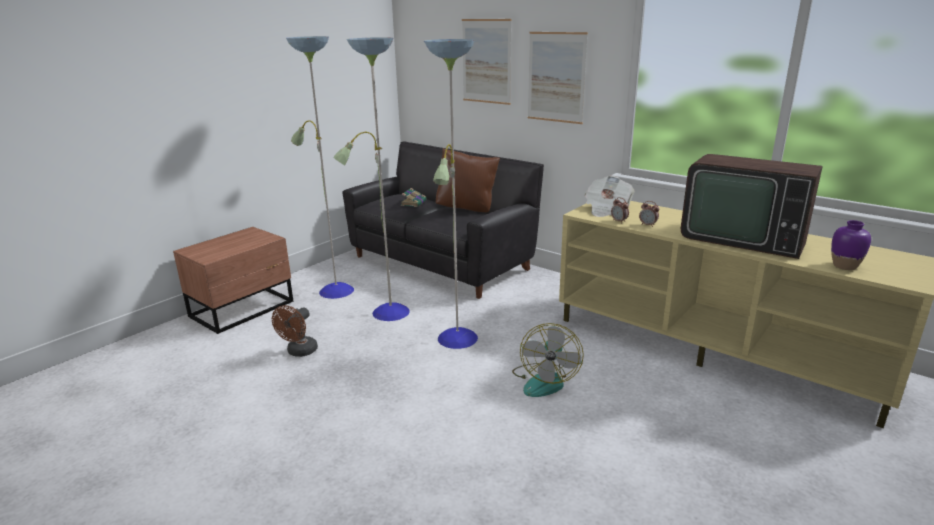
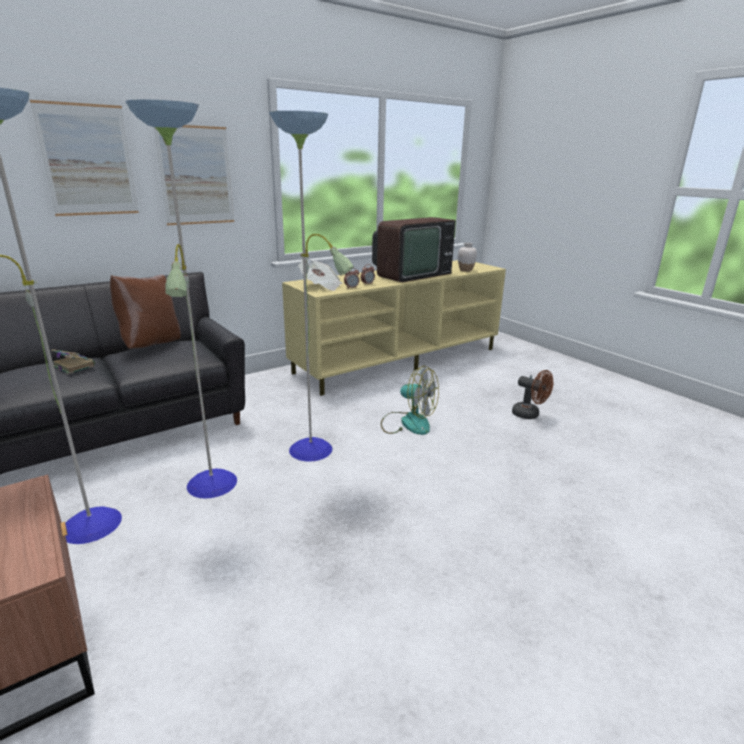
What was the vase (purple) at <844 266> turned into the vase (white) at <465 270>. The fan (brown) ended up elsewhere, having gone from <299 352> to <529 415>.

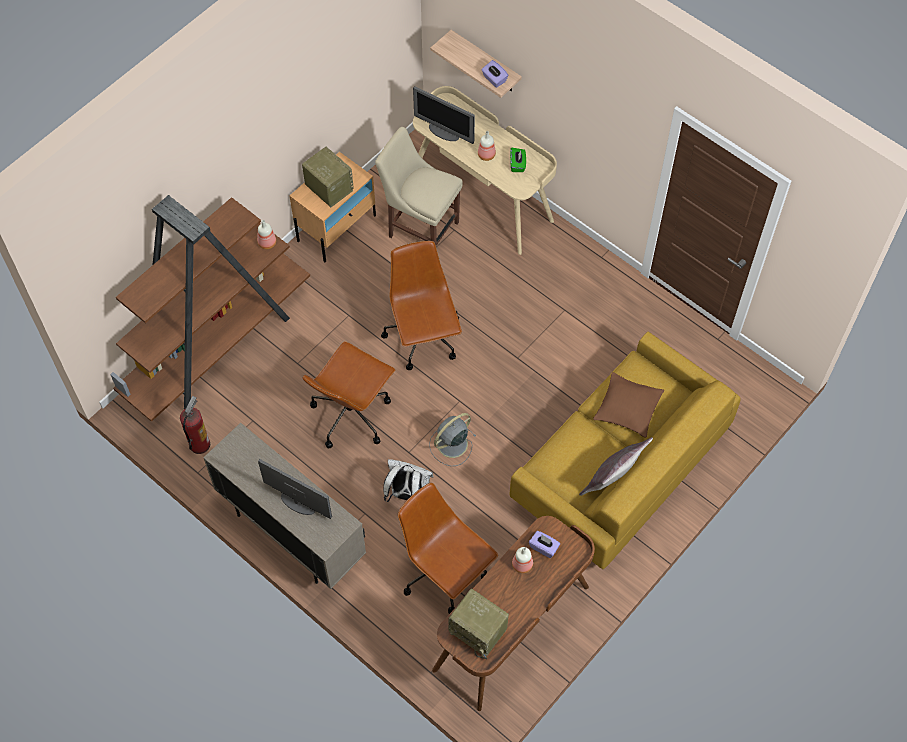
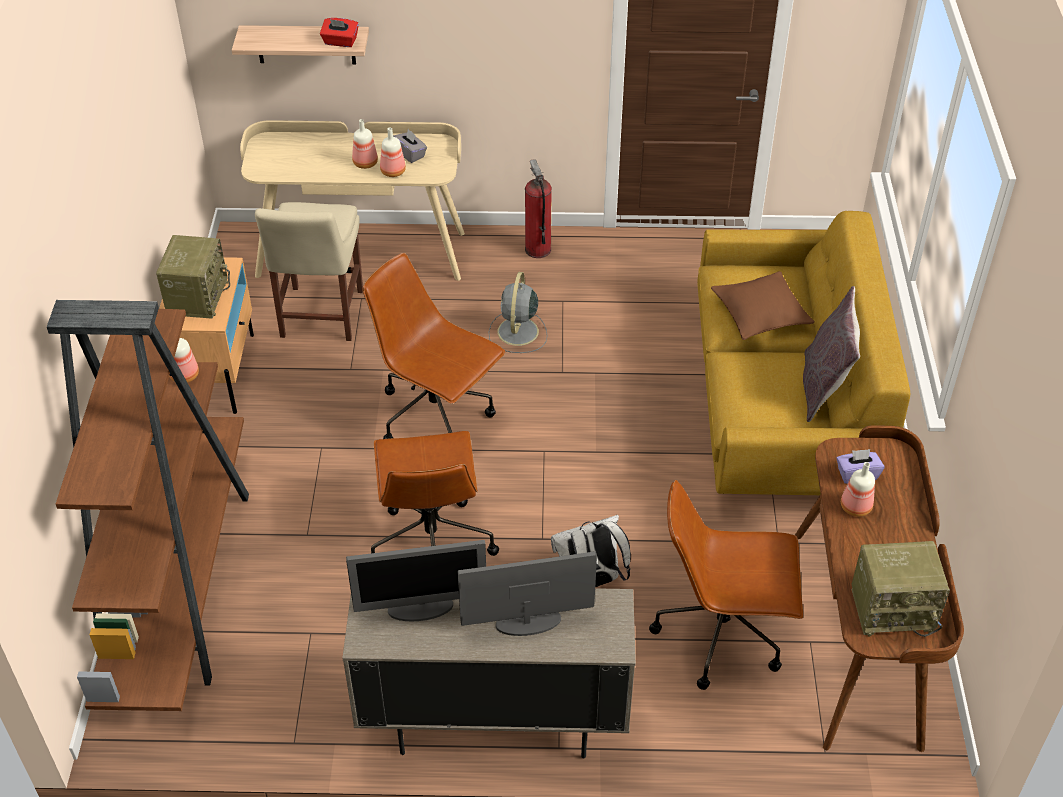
What was the tissue box (purple) at <494 79> turned into the tissue box (red) at <340 42>. The monitor ended up elsewhere, having gone from <444 132> to <421 608>. The chair (beige) at <420 227> ended up facing another way, 75 degrees counterclockwise from before. The radio at <328 188> ended up facing another way, 90 degrees clockwise from before. What was the tissue box (green) at <517 164> turned into the tissue box (grey) at <410 154>. The fire extinguisher ended up elsewhere, having gone from <199 444> to <537 249>. The fan (grey) ended up elsewhere, having gone from <451 445> to <517 333>. The second view gained the bottle at <392 172>.

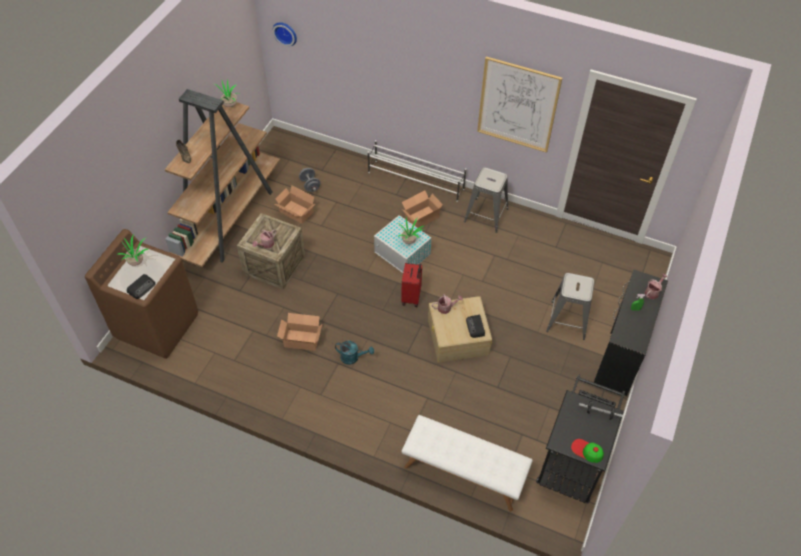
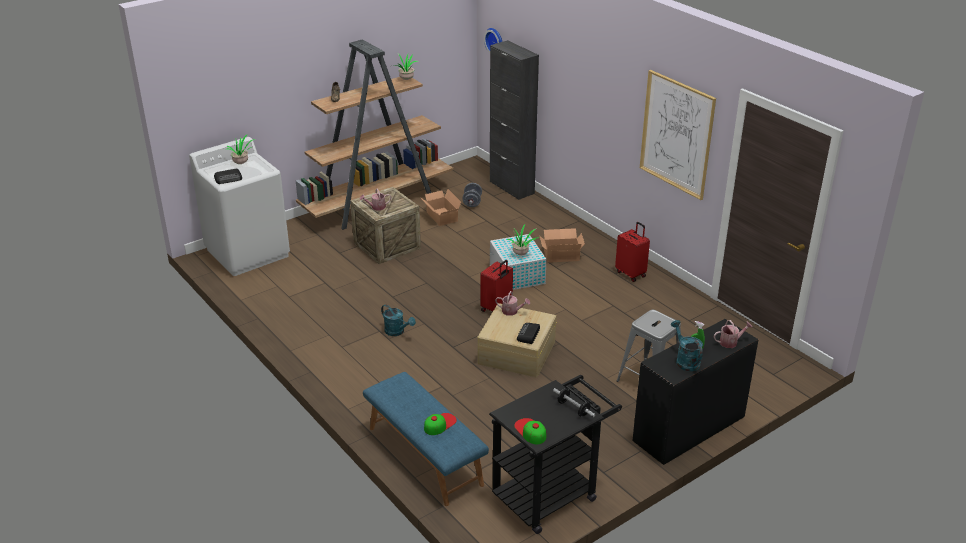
The second view lost the shoe rack (white) at <416 181>. Where the stool (grey) stood at <485 215>, the suitcase (red) came to stand at <631 274>. What was the washing machine (brown) at <157 325> turned into the washing machine (white) at <248 252>. The second view lost the cardboard box at <301 338>. What was the bench (white) at <463 473> turned into the bench (blue) at <424 456>. The second view gained the cabinet (black) at <511 187>. The second view gained the watering can (turquoise) at <685 360>. The second view gained the cap at <439 424>.

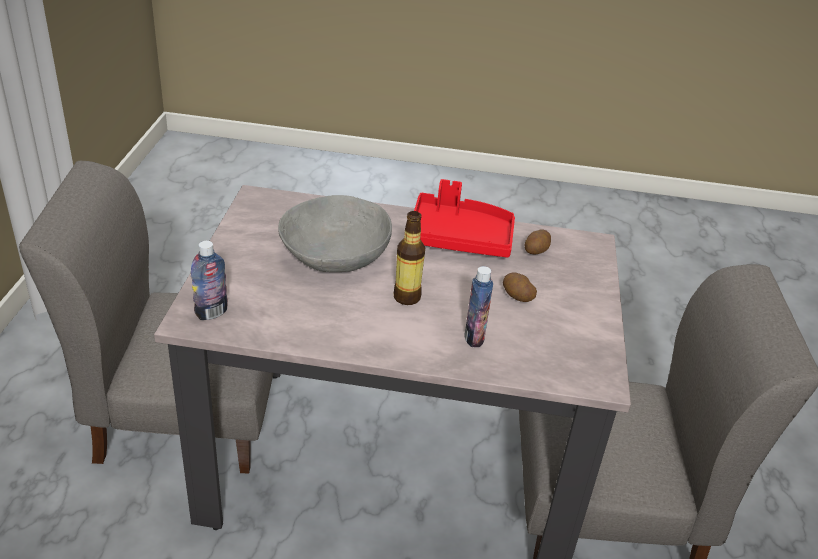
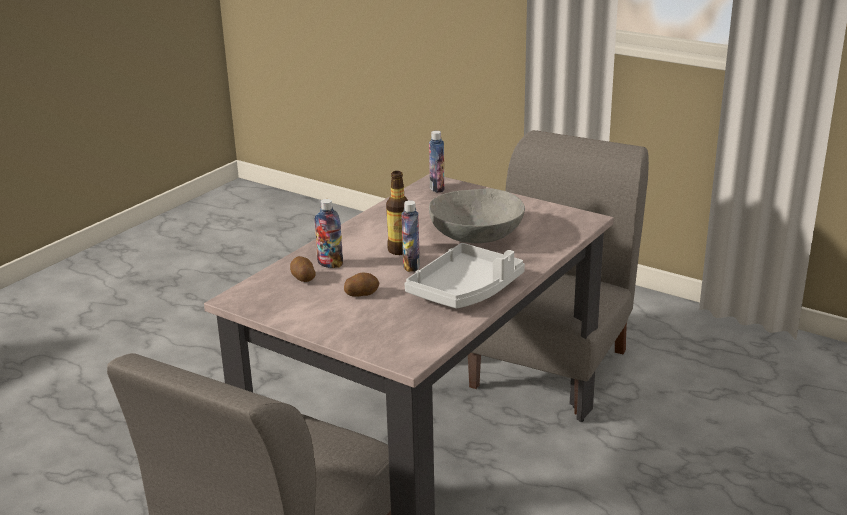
What was the tray (red) at <459 237> turned into the tray (grey) at <466 290>. The potato ended up elsewhere, having gone from <536 251> to <303 278>. The second view gained the bottle at <411 266>.

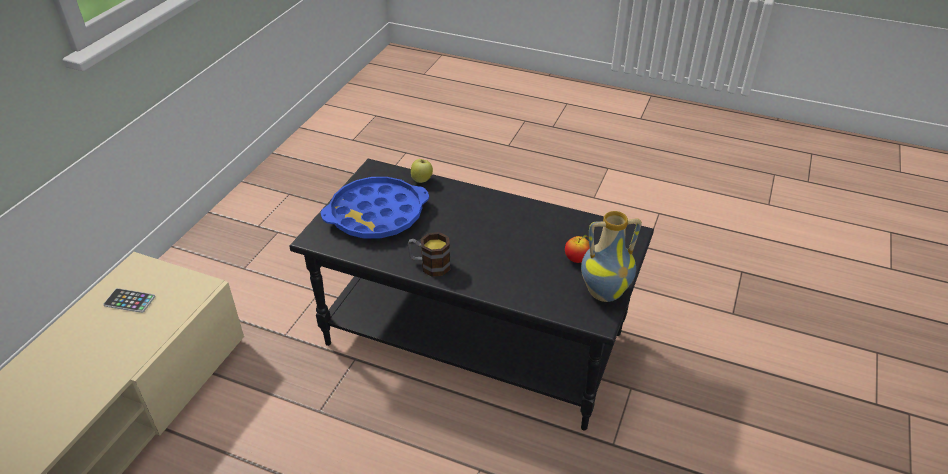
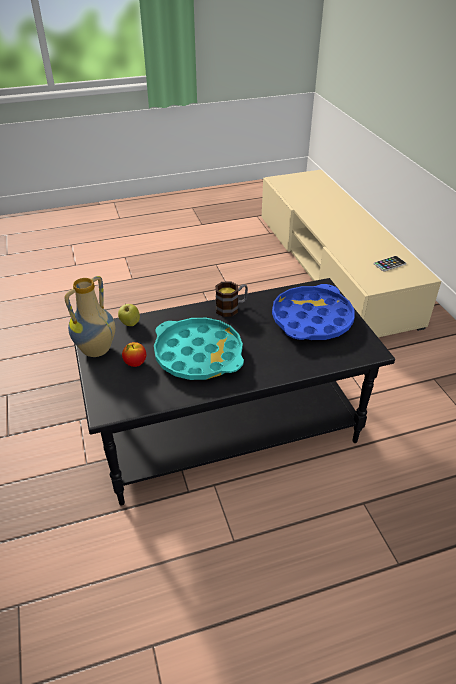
The apple ended up elsewhere, having gone from <422 180> to <130 324>. The second view gained the tray (turquoise) at <198 354>.

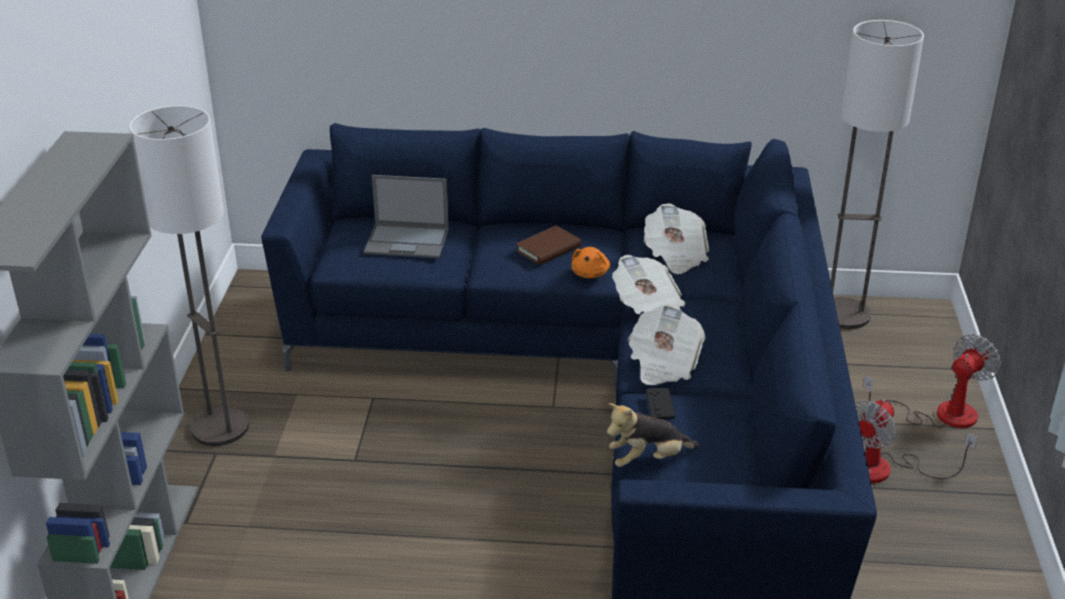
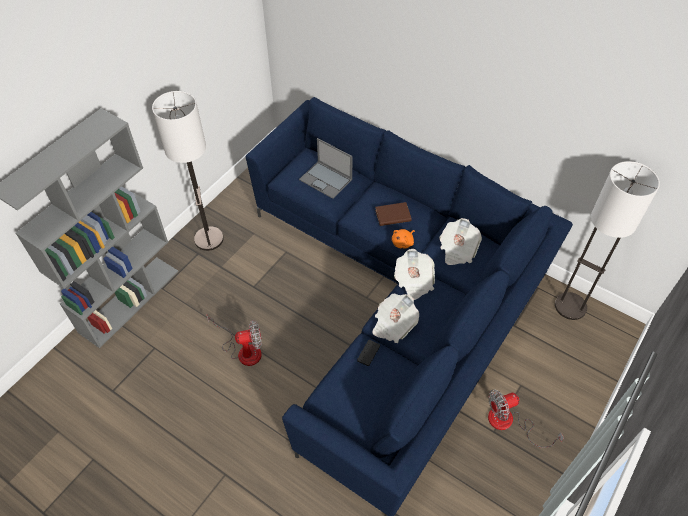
The fan ended up elsewhere, having gone from <940 414> to <243 350>. The second view lost the plush toy at <648 459>.

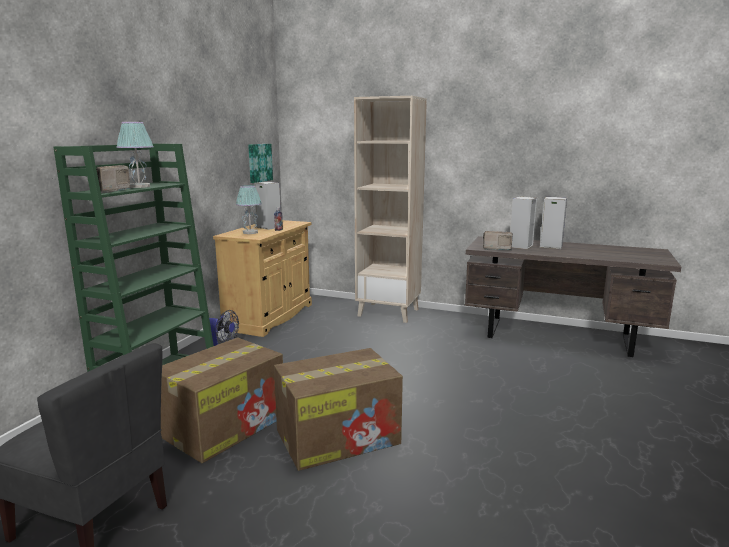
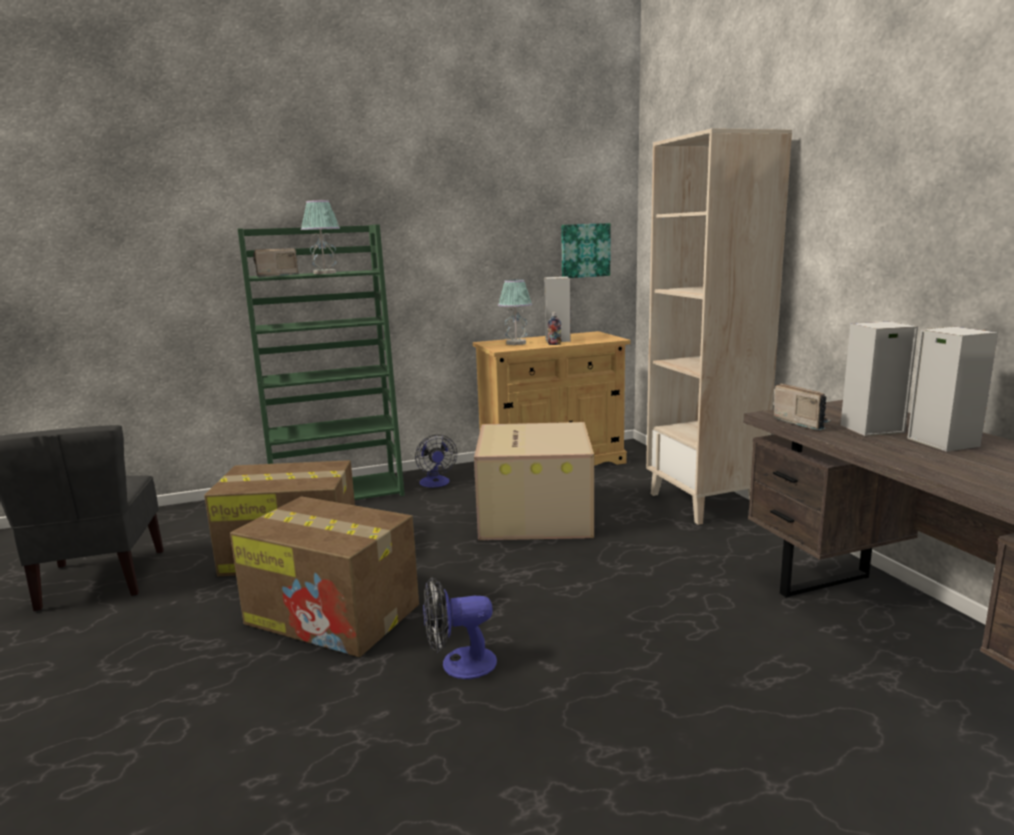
The second view gained the cardboard box at <533 515>. The second view gained the fan at <459 664>.

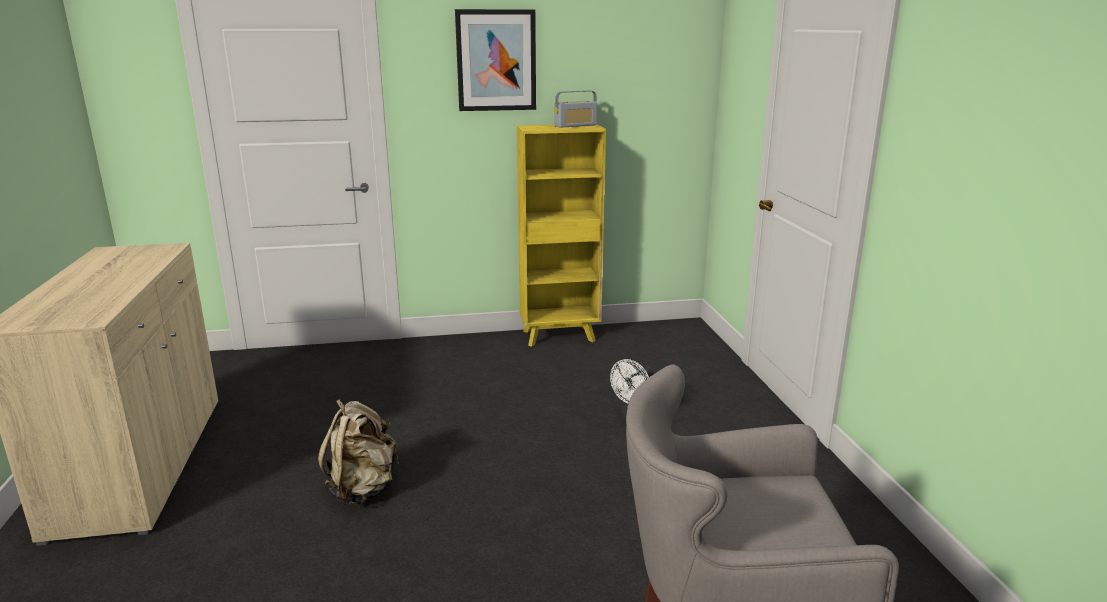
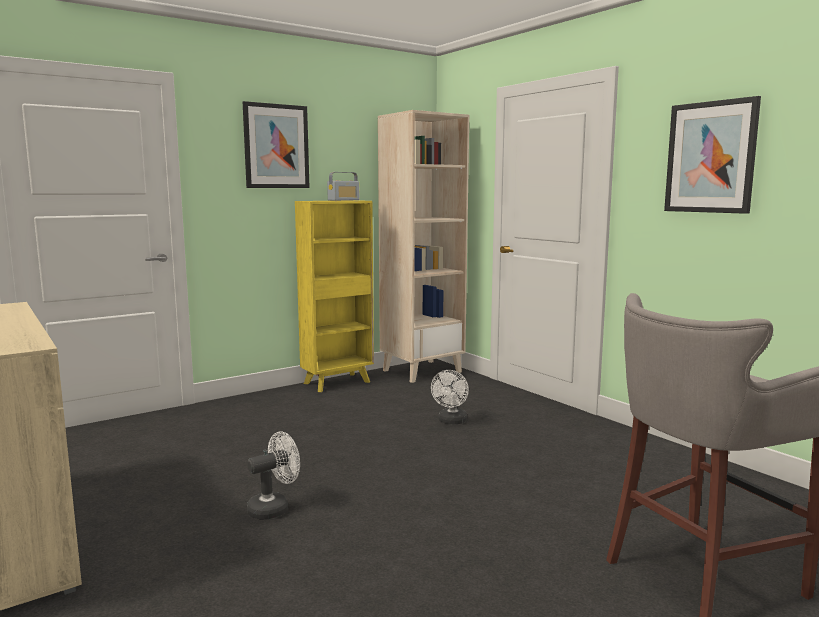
Where the backpack (beige) stood at <363 489>, the fan (white) came to stand at <274 508>. The second view gained the picture at <710 157>. The second view gained the bookcase (beige) at <422 371>.

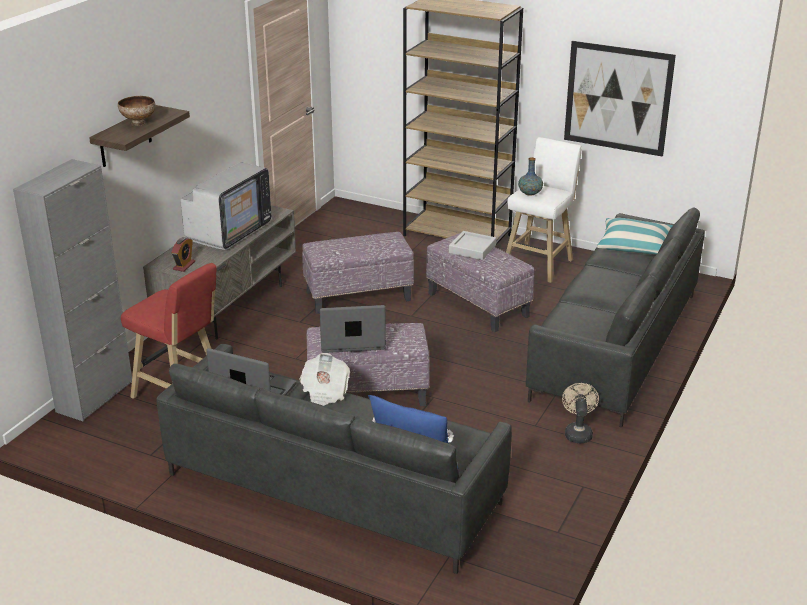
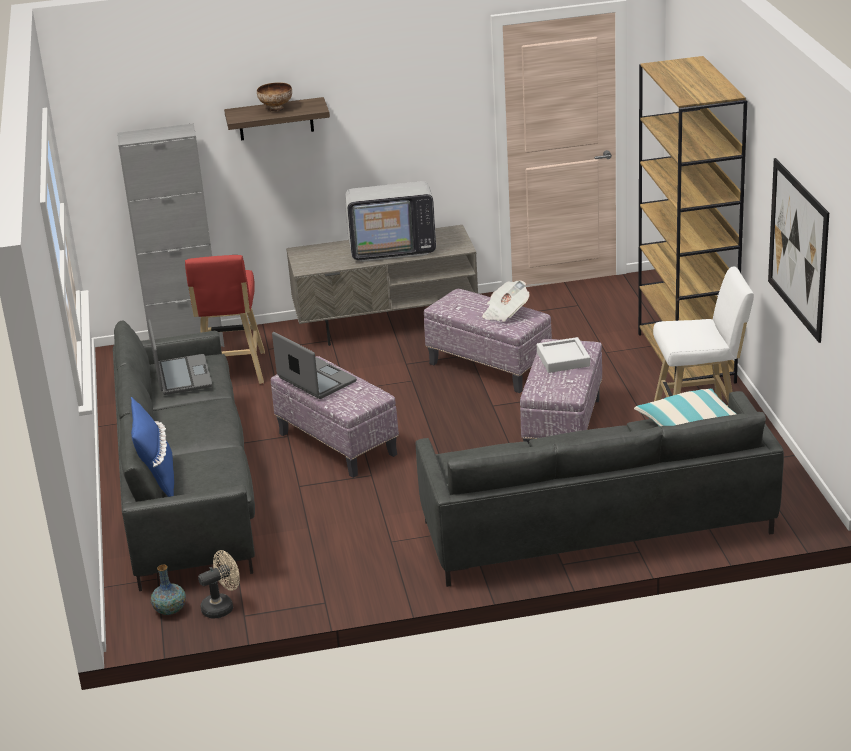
The vase ended up elsewhere, having gone from <530 193> to <170 610>. The second view lost the alarm clock at <184 265>. The newspaper ended up elsewhere, having gone from <324 392> to <505 313>. The fan (beige) ended up elsewhere, having gone from <577 432> to <222 607>.

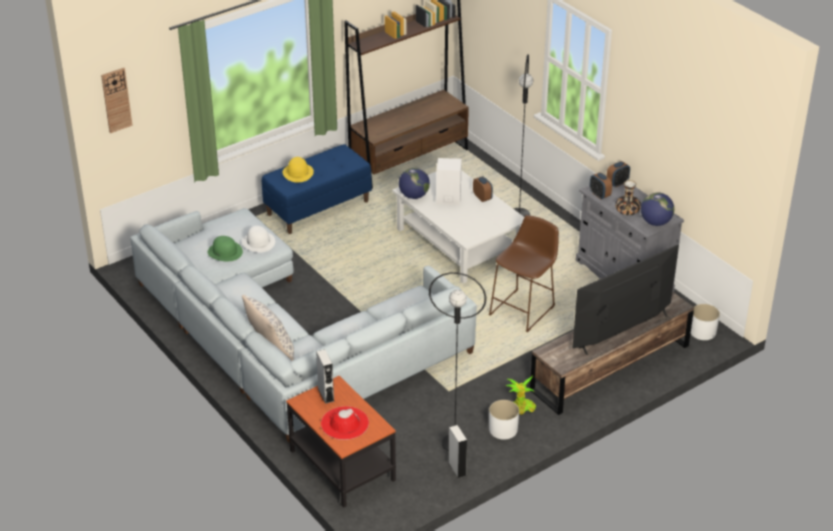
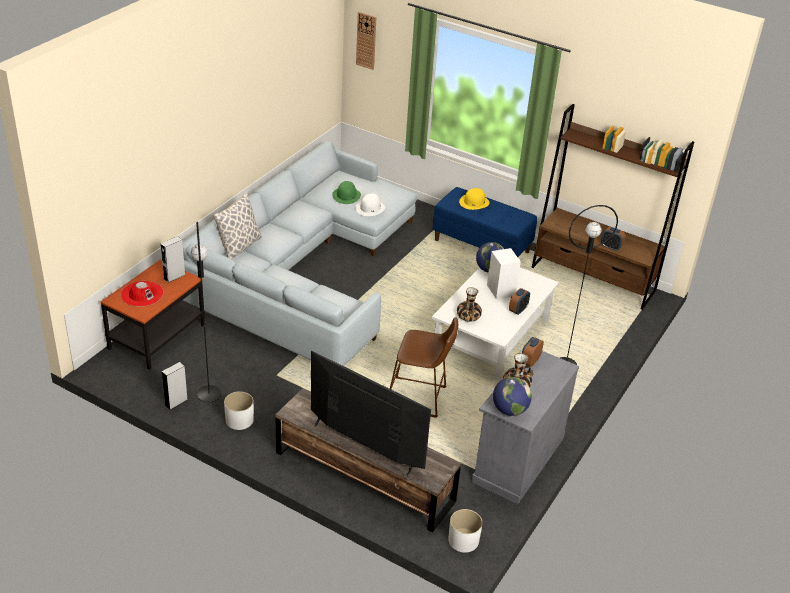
The alarm clock ended up elsewhere, having gone from <617 183> to <611 247>. The second view lost the potted plant at <521 408>. The second view gained the vase at <468 316>.

